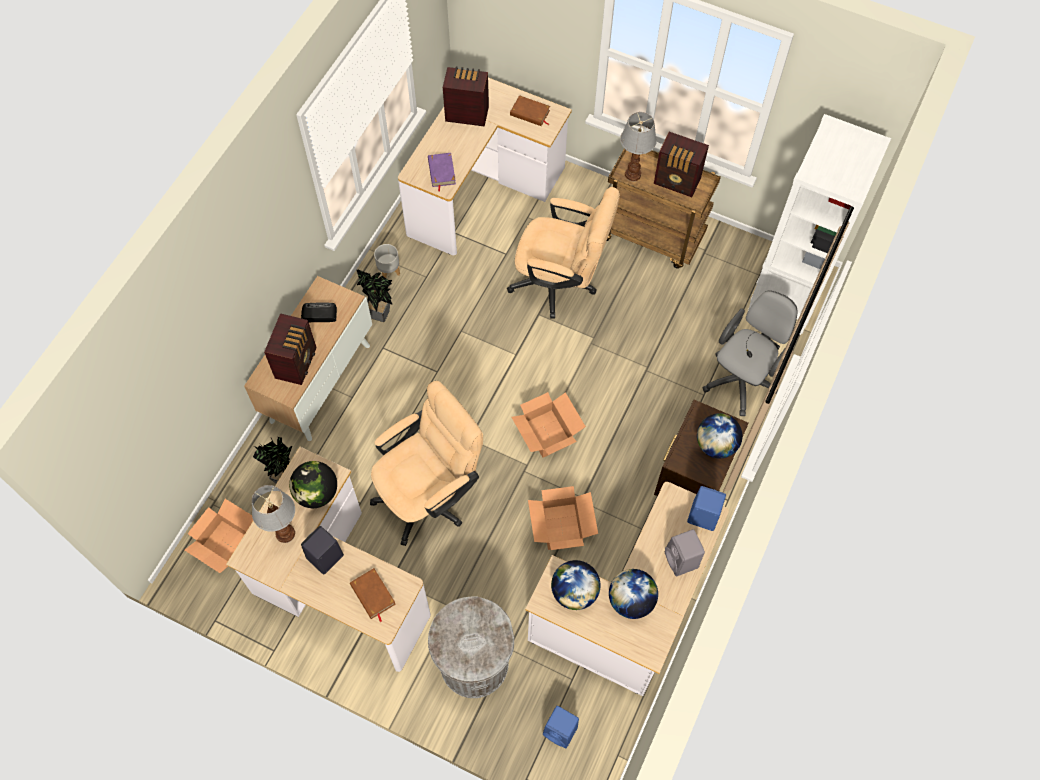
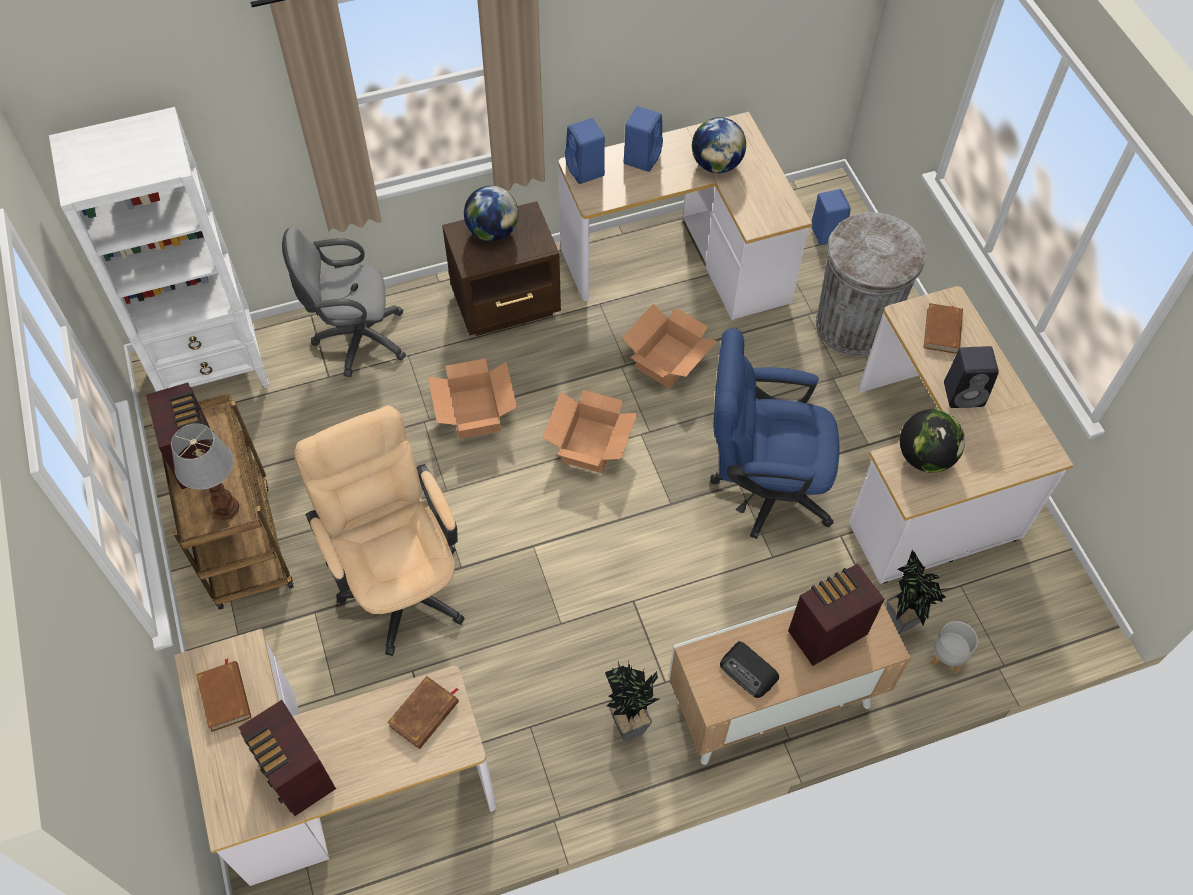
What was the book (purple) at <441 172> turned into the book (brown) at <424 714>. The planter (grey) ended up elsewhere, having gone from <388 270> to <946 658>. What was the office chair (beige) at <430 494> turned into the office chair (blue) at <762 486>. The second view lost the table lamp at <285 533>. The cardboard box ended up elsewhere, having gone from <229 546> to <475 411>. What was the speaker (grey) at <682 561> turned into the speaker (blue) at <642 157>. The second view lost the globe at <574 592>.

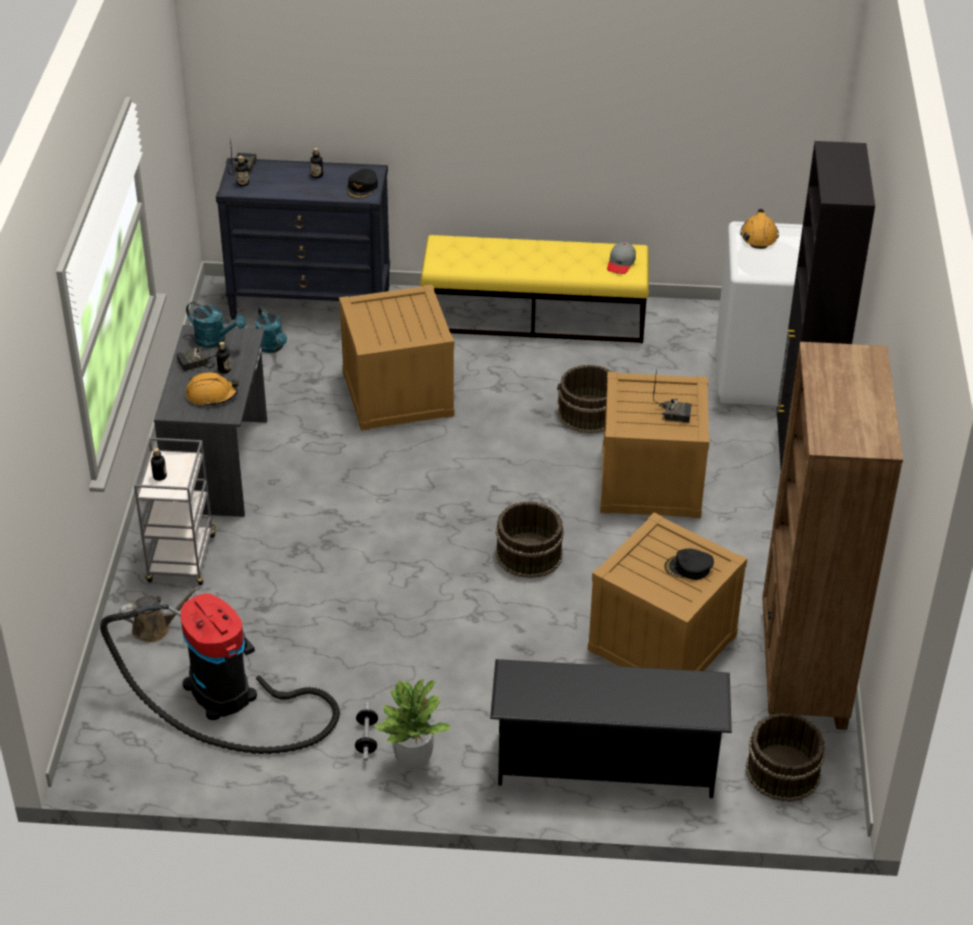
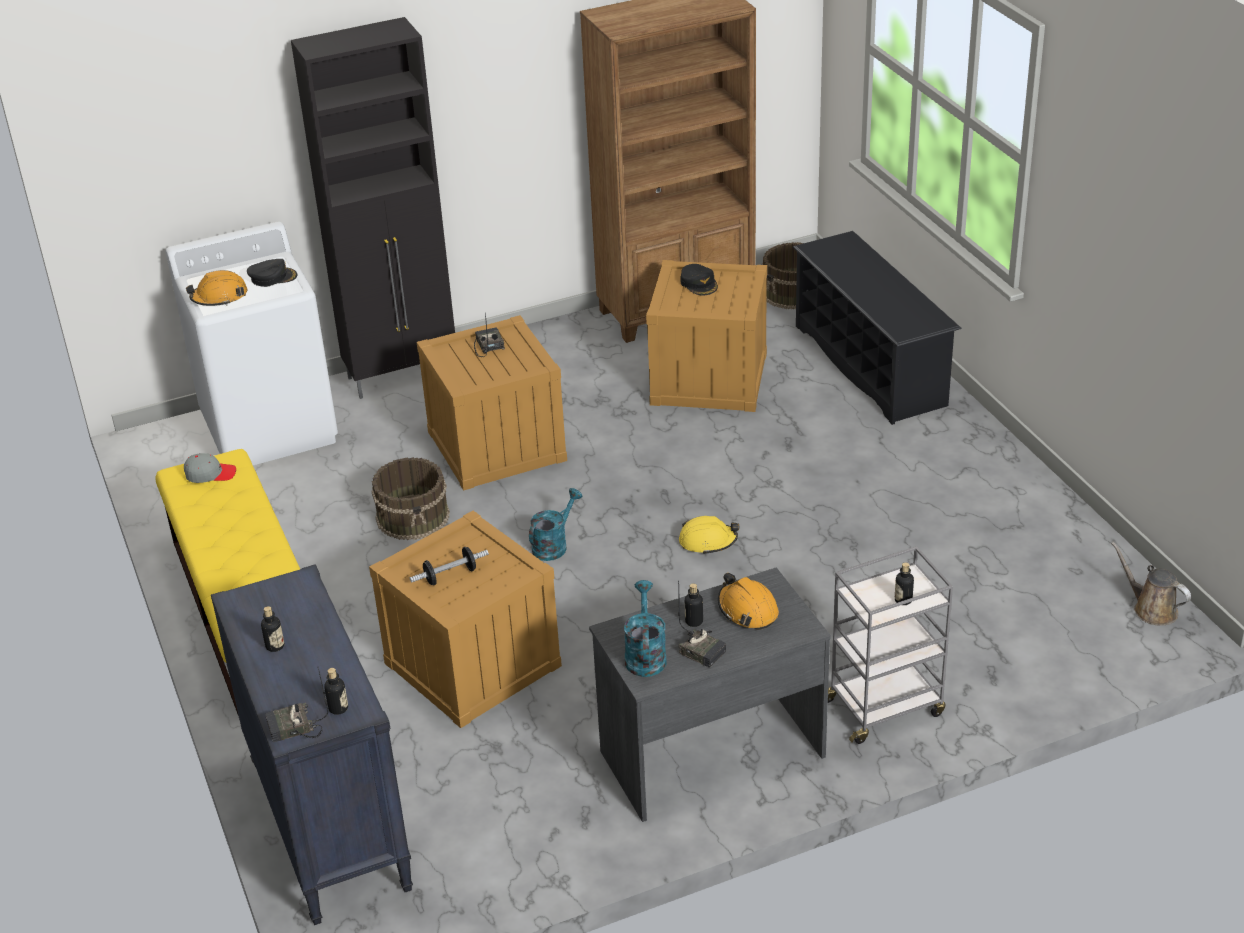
The cap (black) ended up elsewhere, having gone from <362 187> to <273 277>. The watering can (turquoise) ended up elsewhere, having gone from <272 347> to <553 545>. The second view lost the bucket (brown) at <528 554>. The watering can (brown) ended up elsewhere, having gone from <155 628> to <1151 609>. The second view lost the vacuum cleaner at <226 696>. The second view lost the potted plant at <413 760>. The dumbbell ended up elsewhere, having gone from <366 738> to <450 575>. The second view gained the hard hat (yellow) at <708 541>.

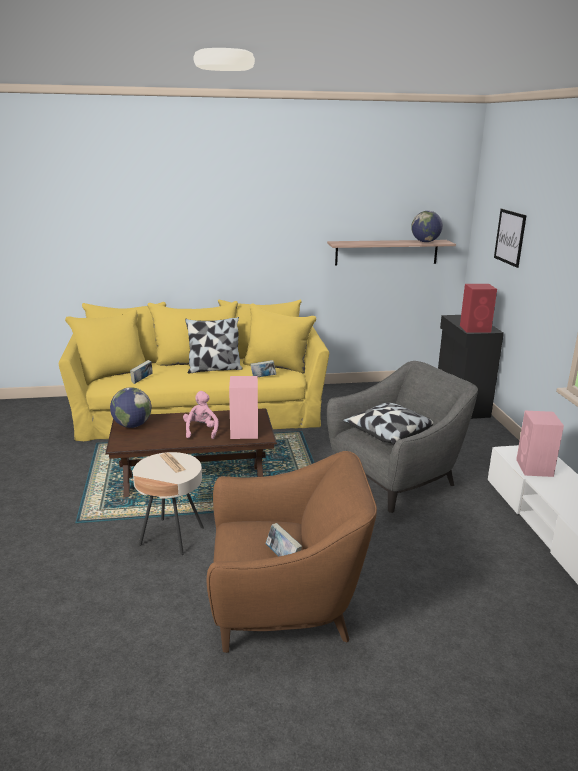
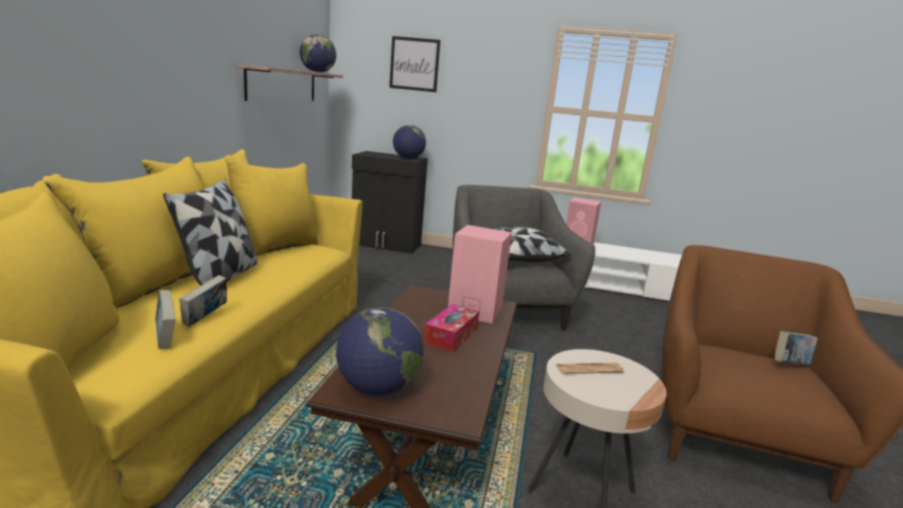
Where the speaker (red) stood at <475 329>, the globe came to stand at <408 158>. The book ended up elsewhere, having gone from <263 378> to <205 319>. Where the plush toy (pink) stood at <201 431>, the tissue box came to stand at <451 335>.

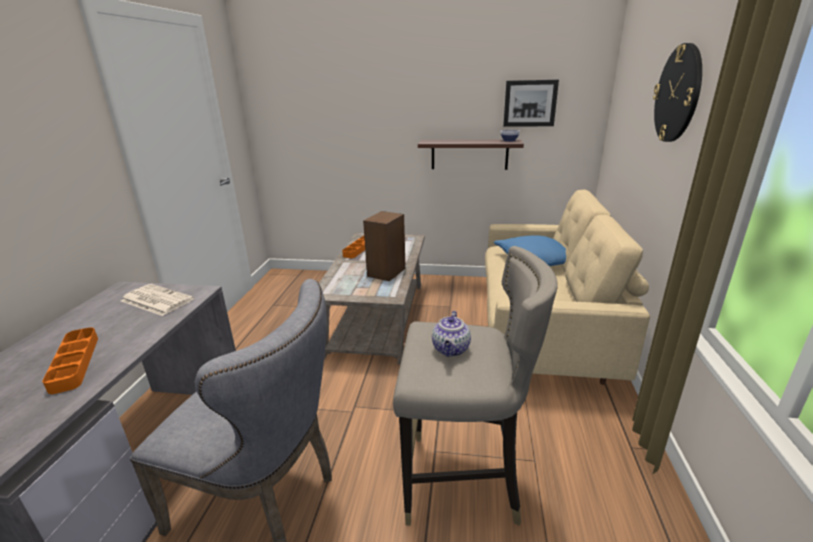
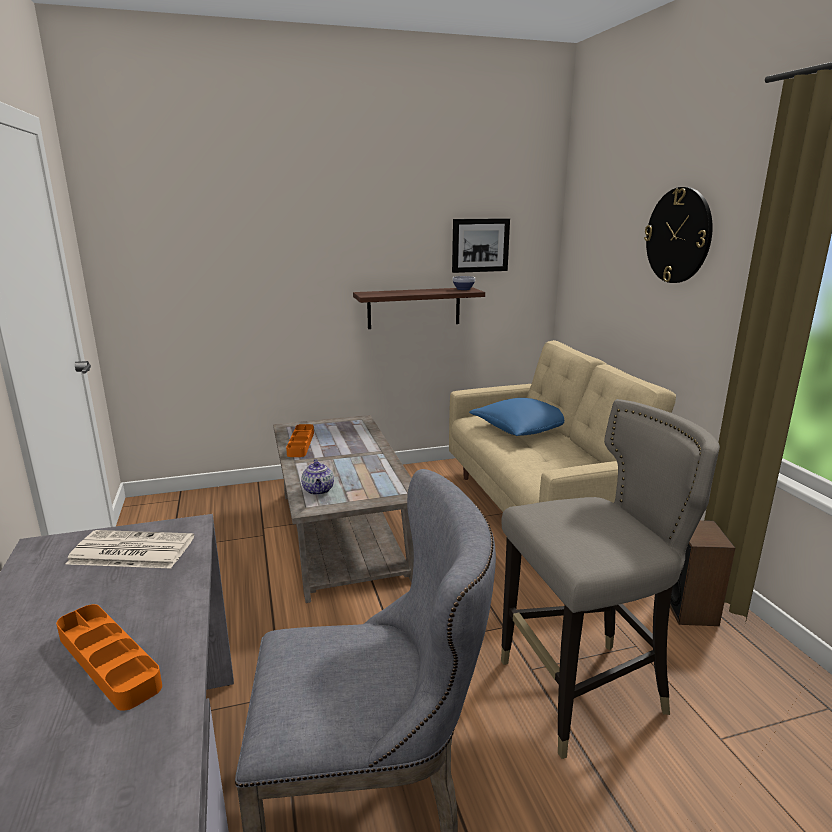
The speaker ended up elsewhere, having gone from <386 272> to <690 609>. The teapot ended up elsewhere, having gone from <451 350> to <318 490>.

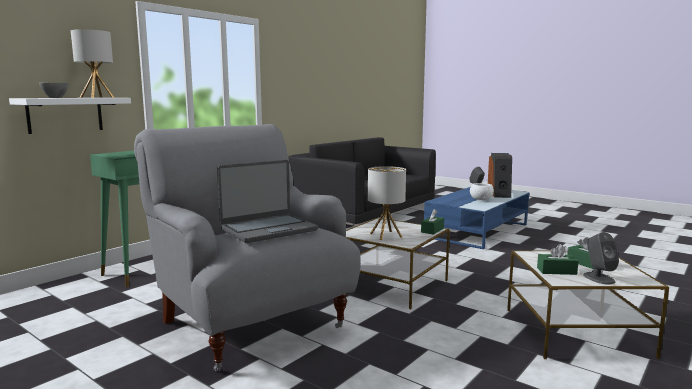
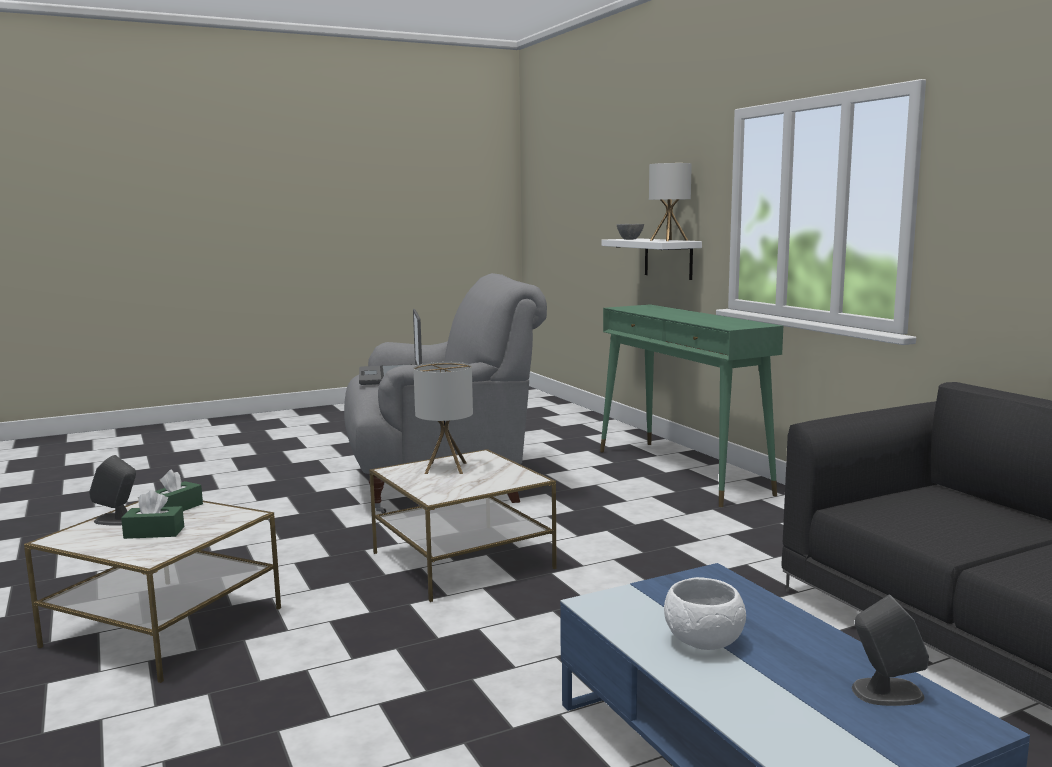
The second view lost the speaker at <499 194>. The second view lost the tissue box (green) at <432 230>.

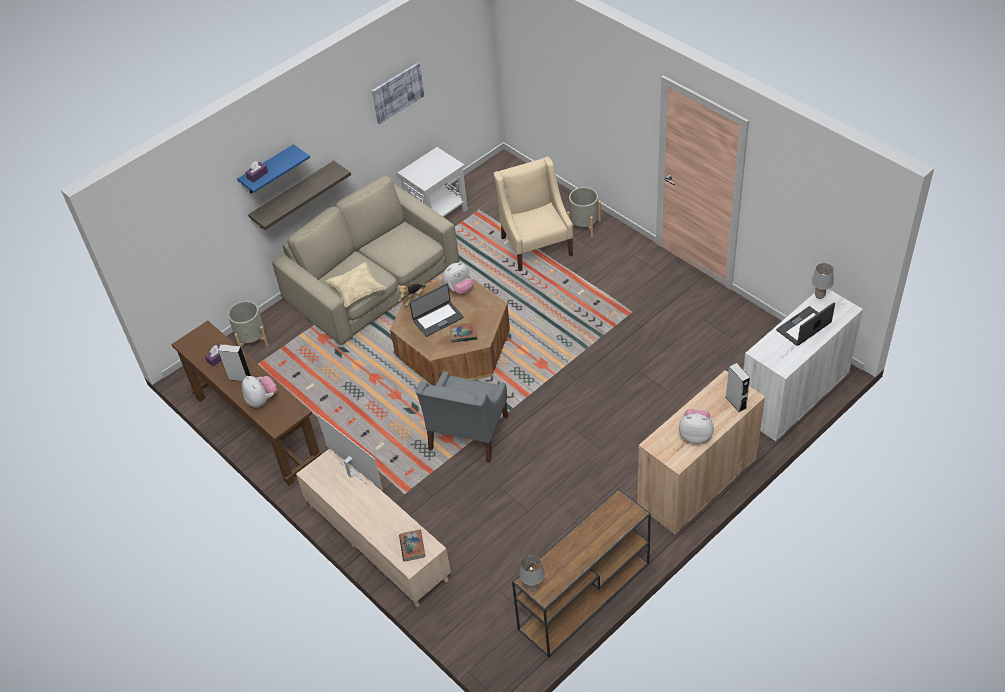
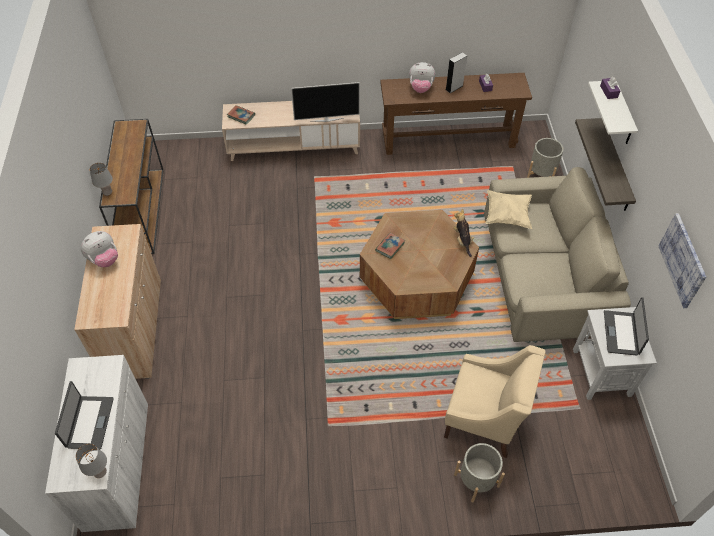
What was the shelf (blue) at <268 170> turned into the shelf (white) at <623 115>. The second view lost the plush toy at <459 289>. The laptop ended up elsewhere, having gone from <437 319> to <621 333>. The second view lost the speaker (grey) at <735 402>. The second view lost the armchair (grey) at <467 433>. The table lamp (grey) ended up elsewhere, having gone from <533 586> to <107 193>.

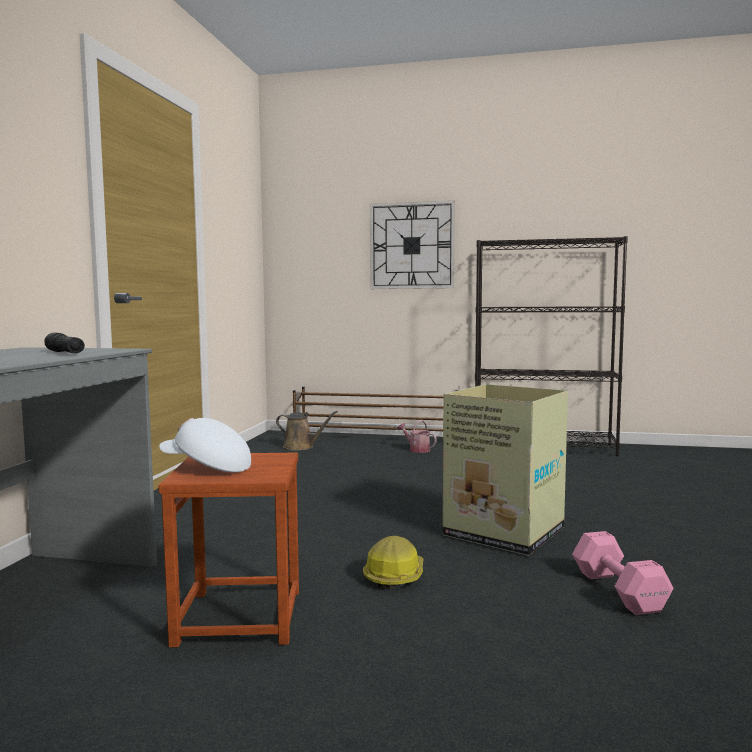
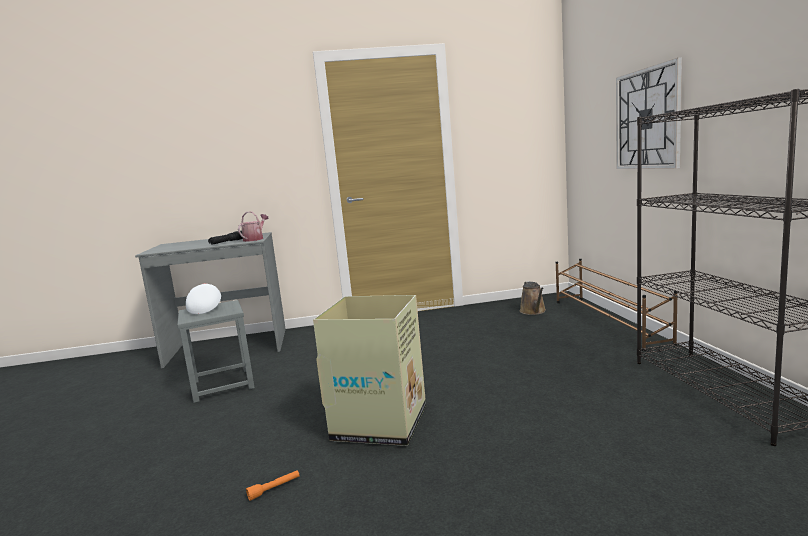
The watering can ended up elsewhere, having gone from <417 449> to <255 239>. What was the stool (brown) at <240 617> turned into the stool (grey) at <222 385>. Where the dumbbell (pink) stood at <618 590>, the flashlight (orange) came to stand at <274 489>. The second view lost the hard hat at <394 576>.

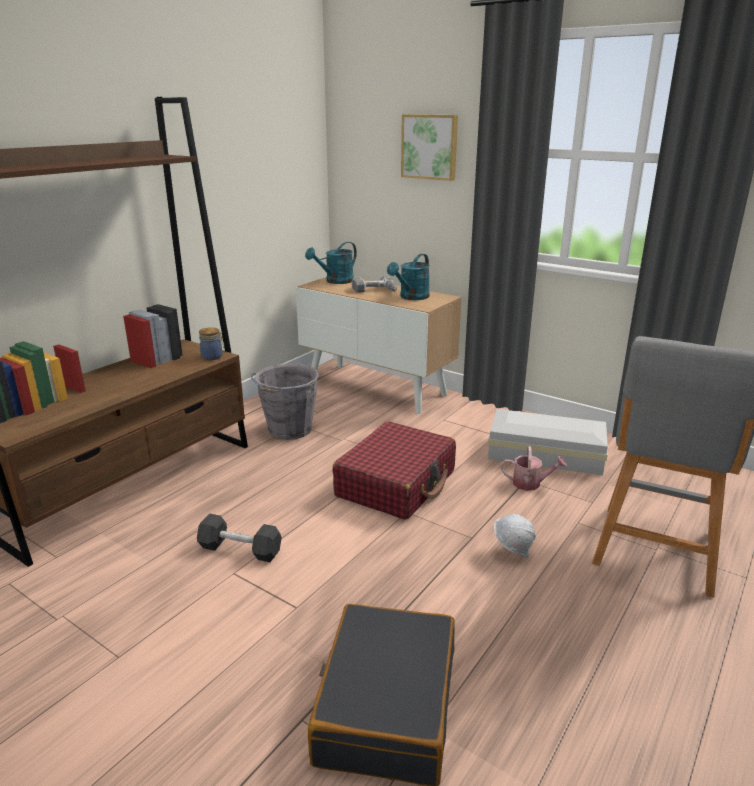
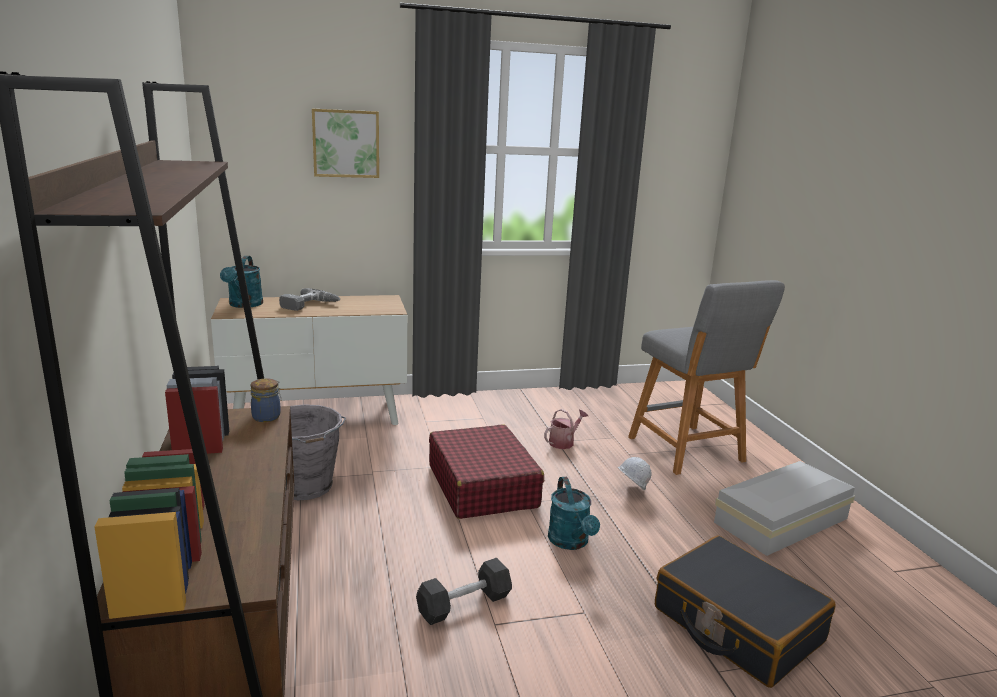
The watering can (turquoise) ended up elsewhere, having gone from <411 297> to <571 542>. The storage box (white) ended up elsewhere, having gone from <547 455> to <784 521>.

